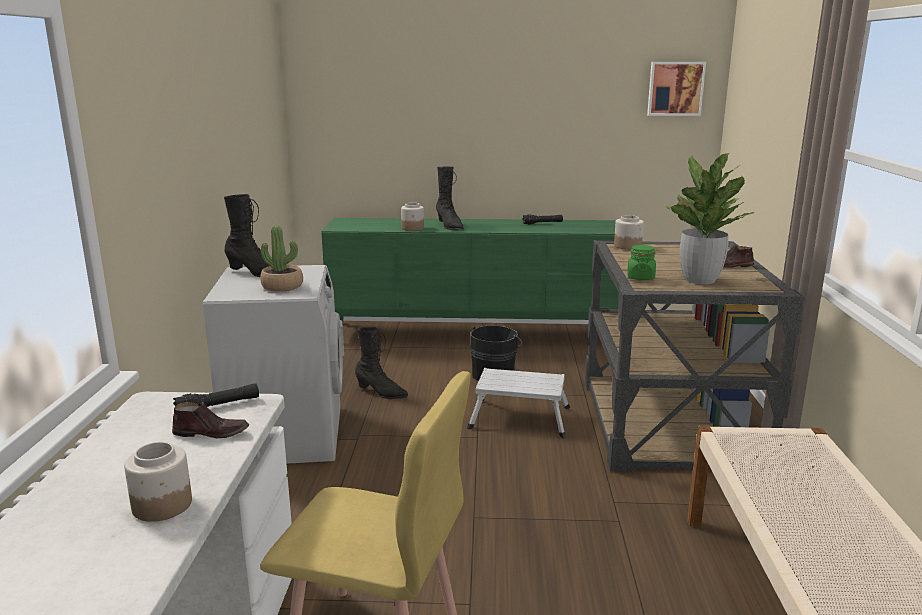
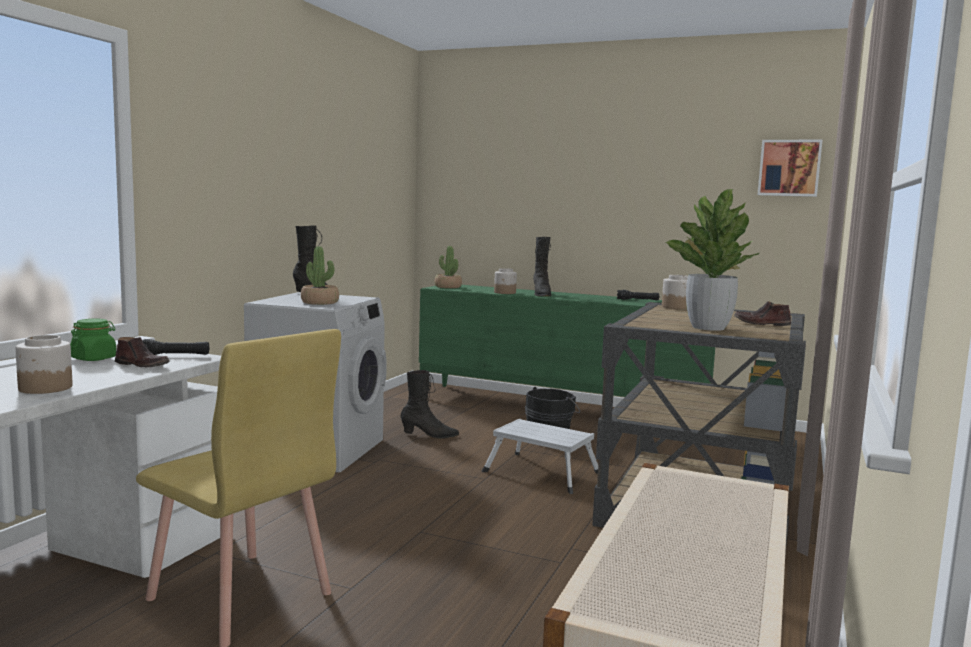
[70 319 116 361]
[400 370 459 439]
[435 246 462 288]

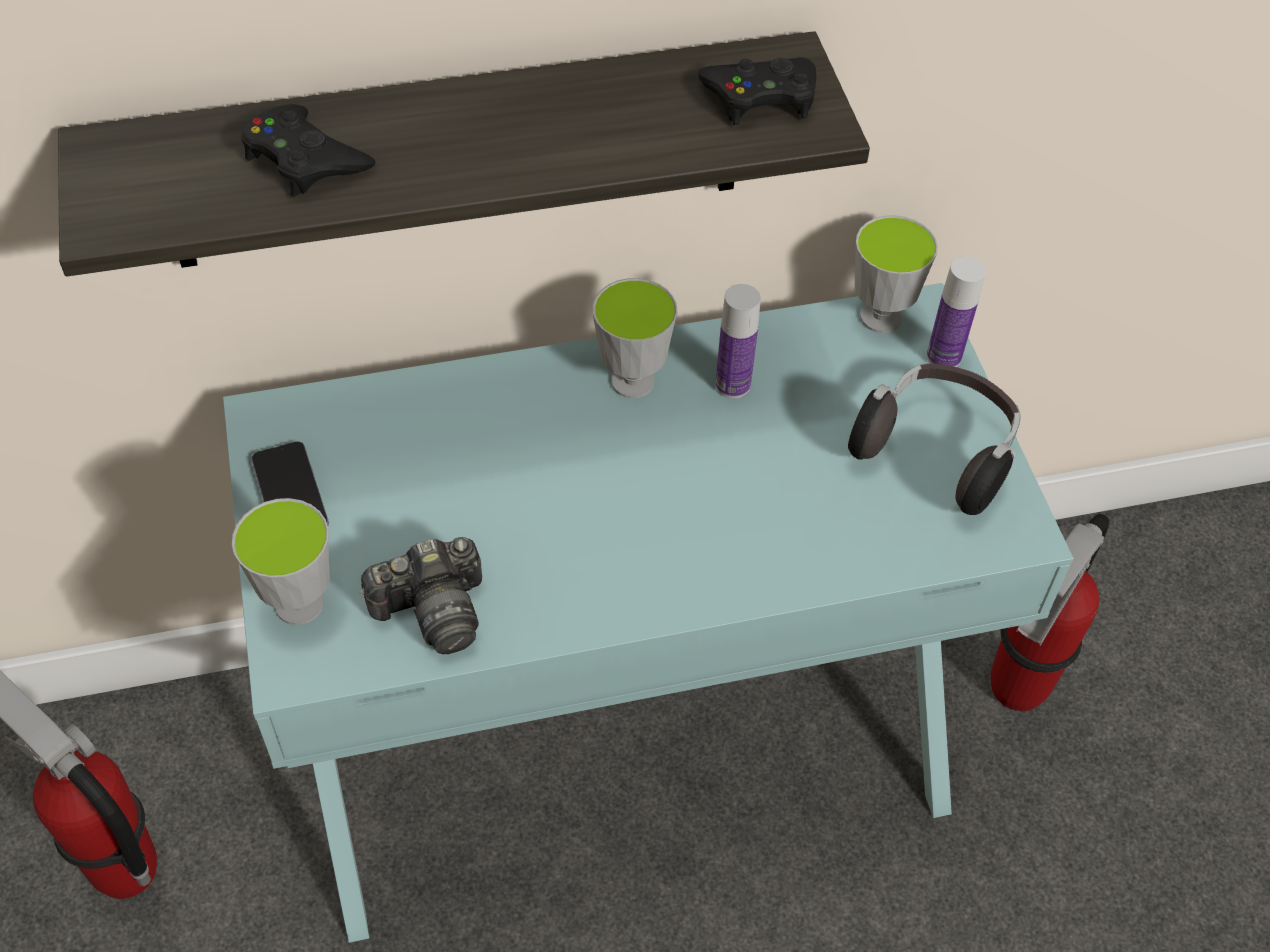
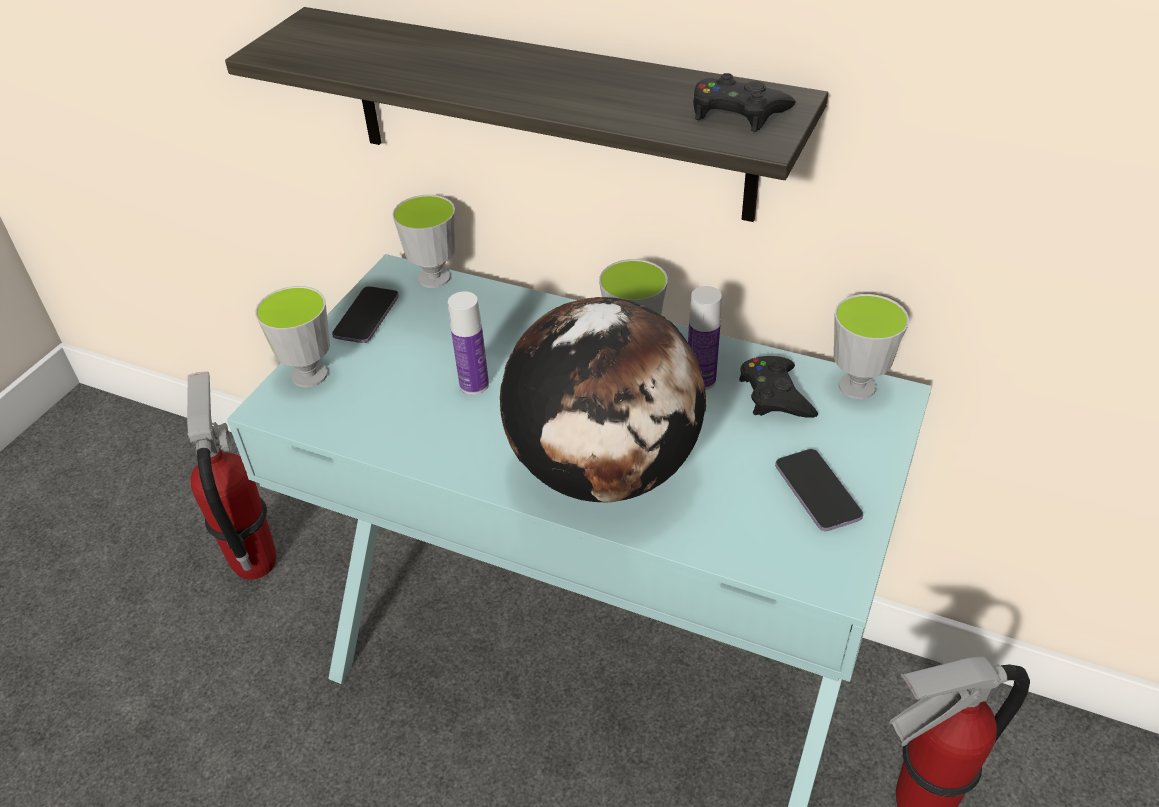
[393 195 455 288]
[448 291 489 395]
[500 297 706 503]
[739 356 818 418]
[775 449 863 531]
[360 537 482 654] (first image)

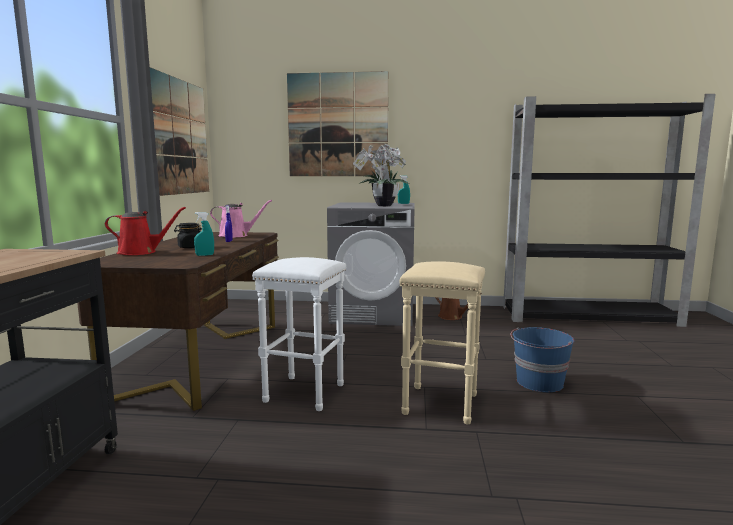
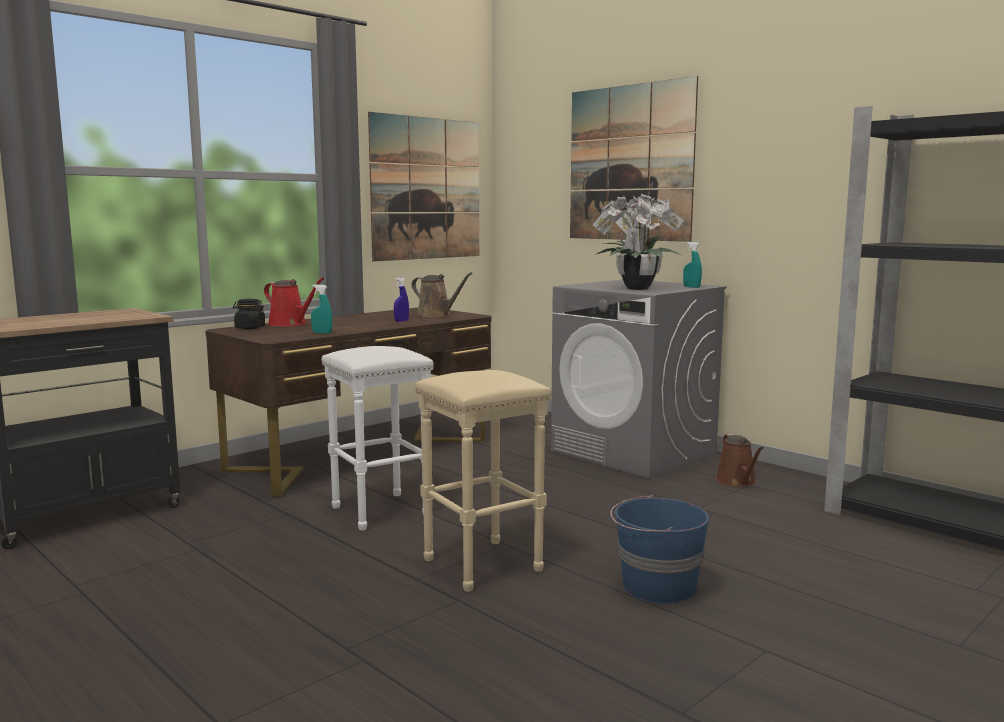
[233 299 265 329]
[411 272 473 317]

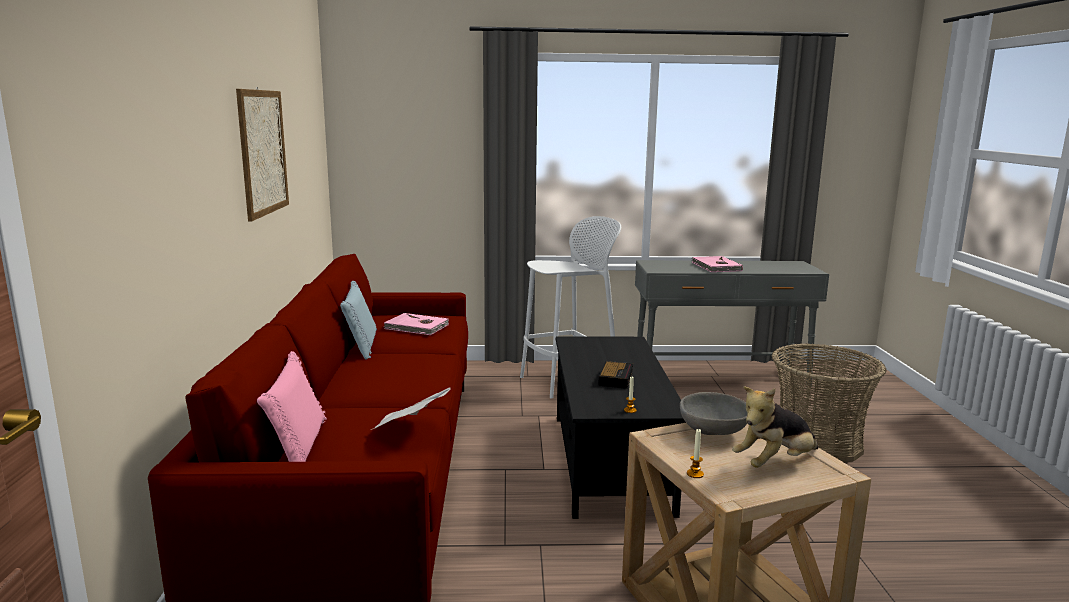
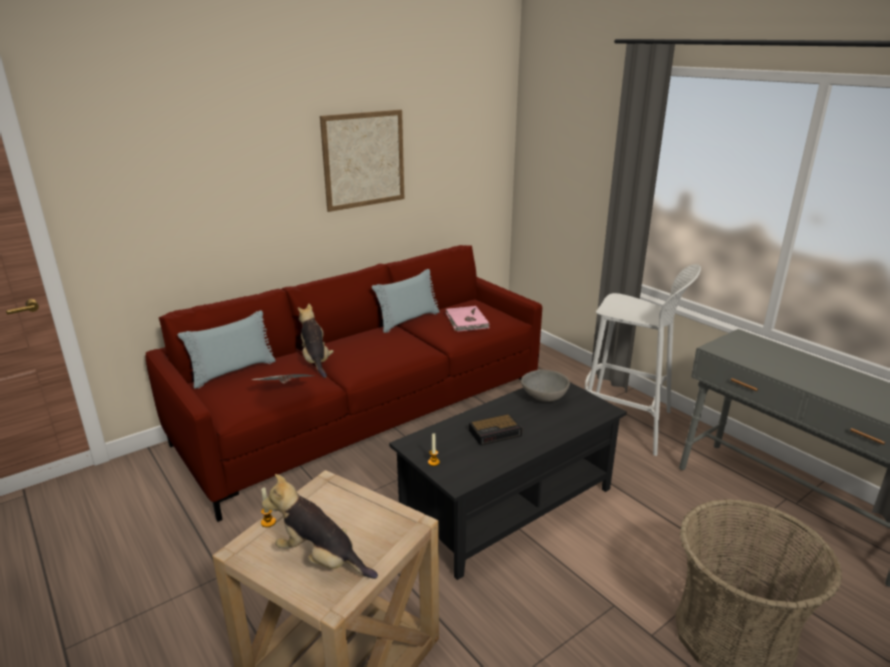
[178 310 276 389]
[298 304 334 378]
[521 370 570 402]
[692 256 743 272] (first image)

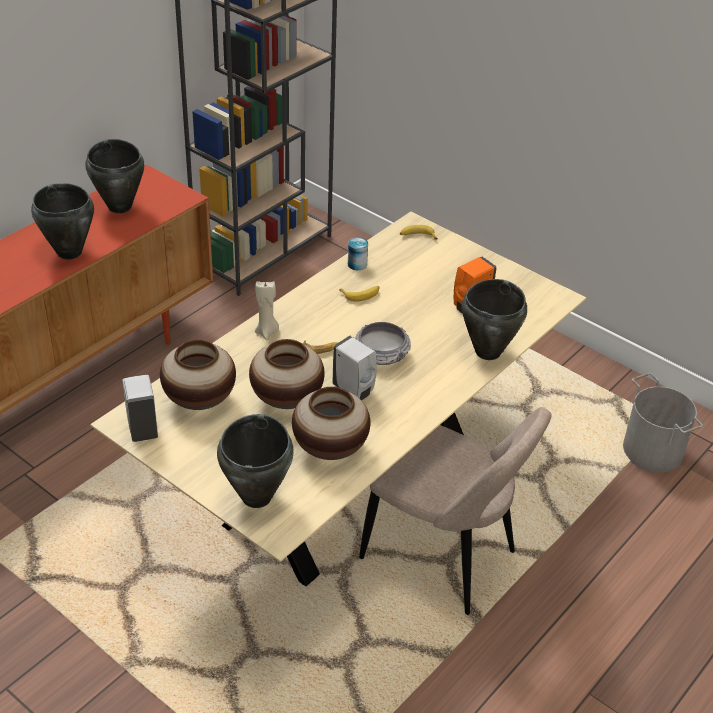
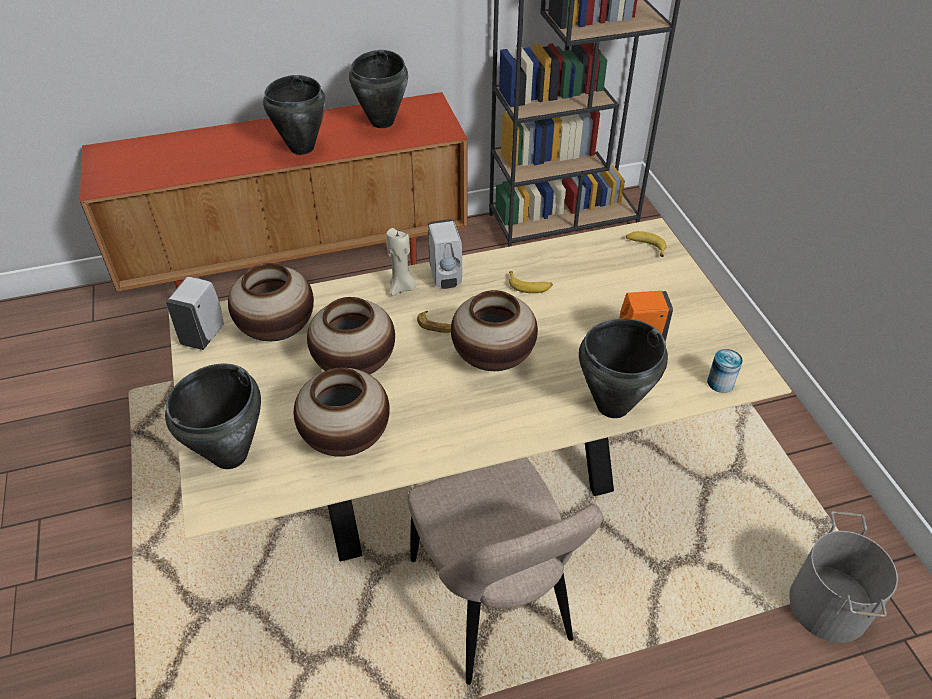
[428 219 462 289]
[451 290 538 371]
[707 349 742 393]

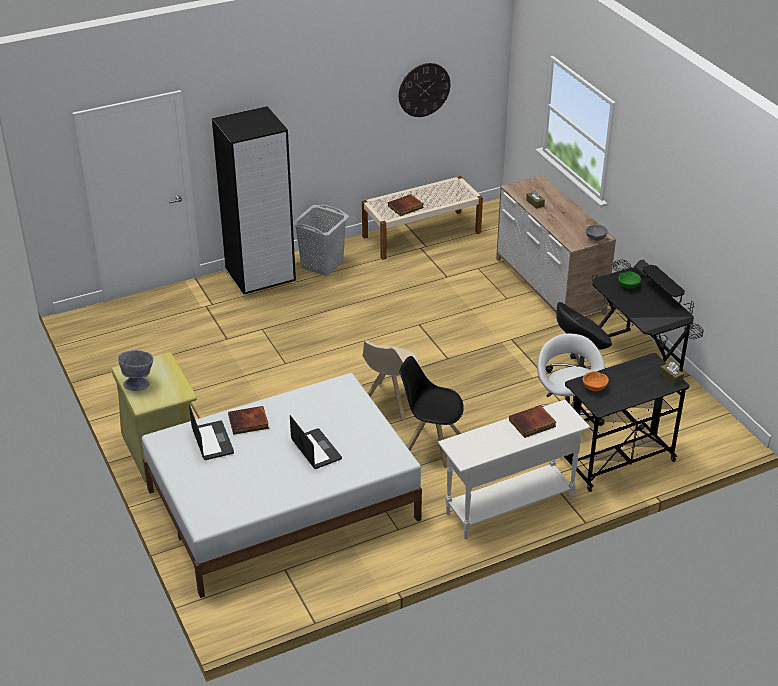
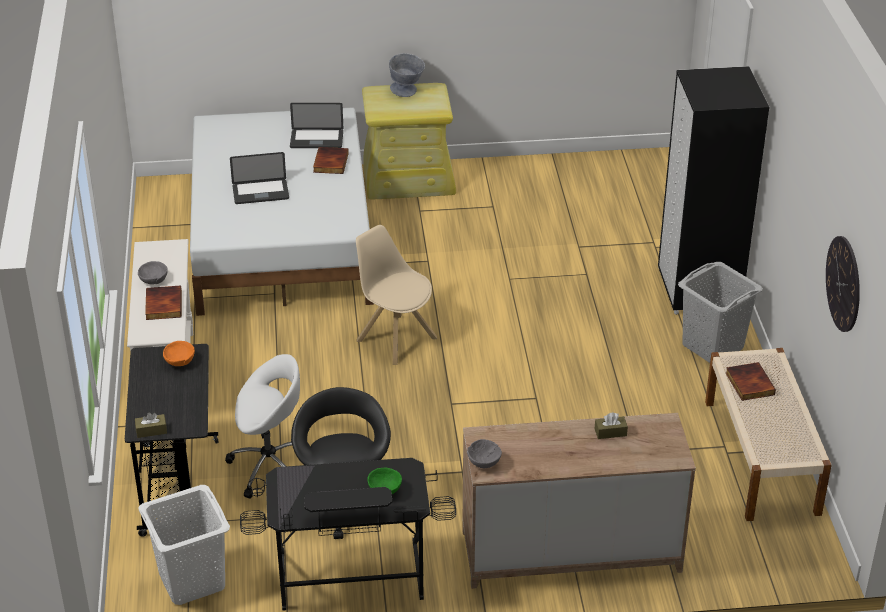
[138 261 168 285]
[138 485 230 605]
[399 356 464 468] (first image)

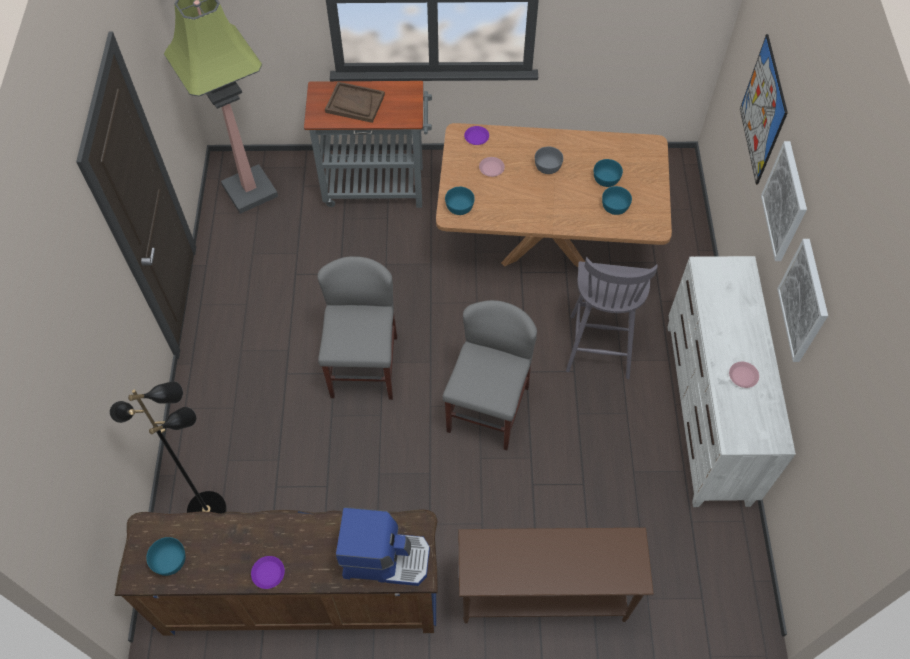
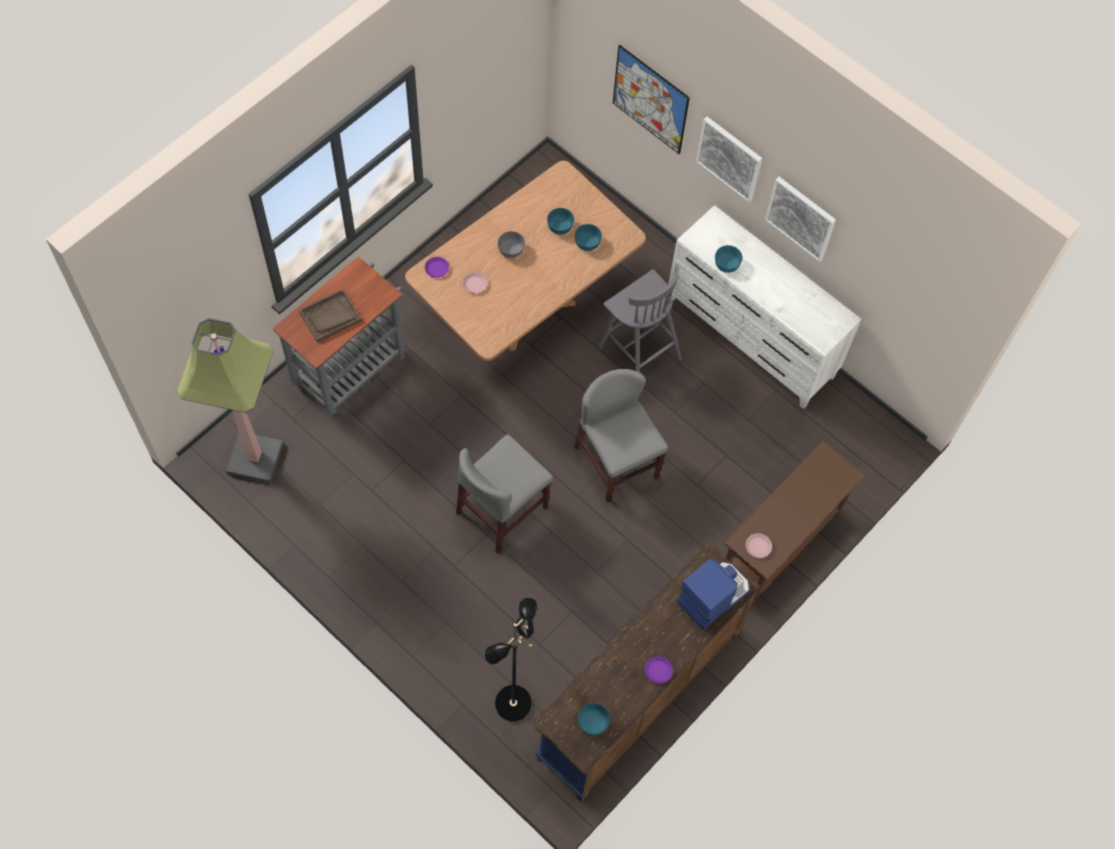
[456 435 553 554]
[715 245 743 273]
[746 533 772 558]

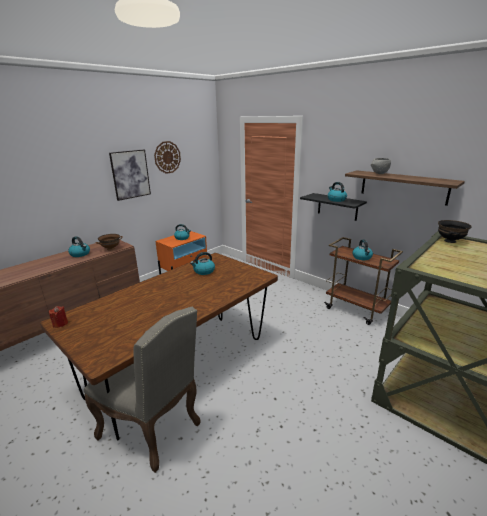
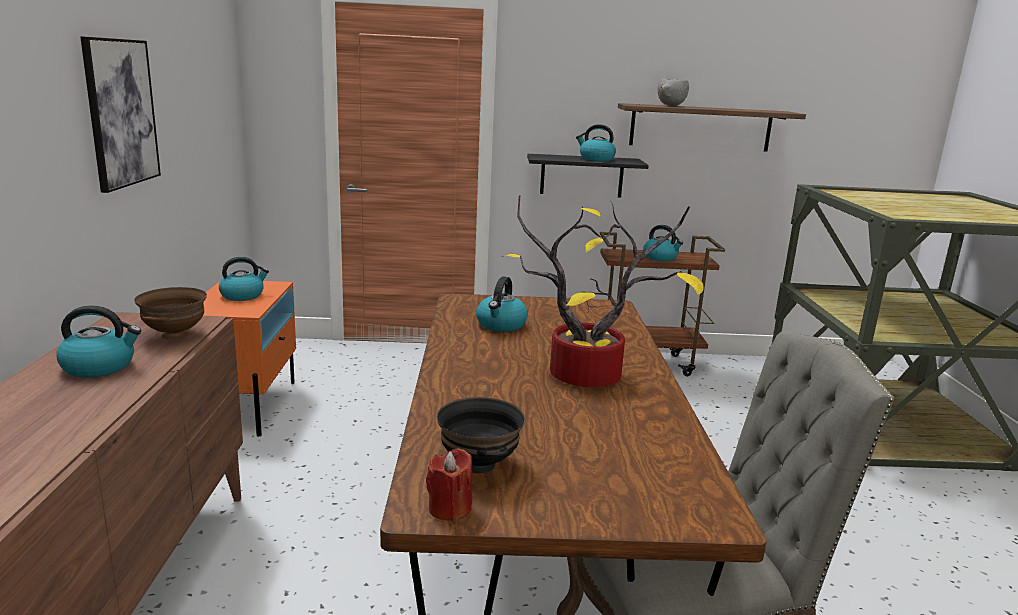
[437 397 525 473]
[502 196 704 387]
[154 141 181 174] (first image)

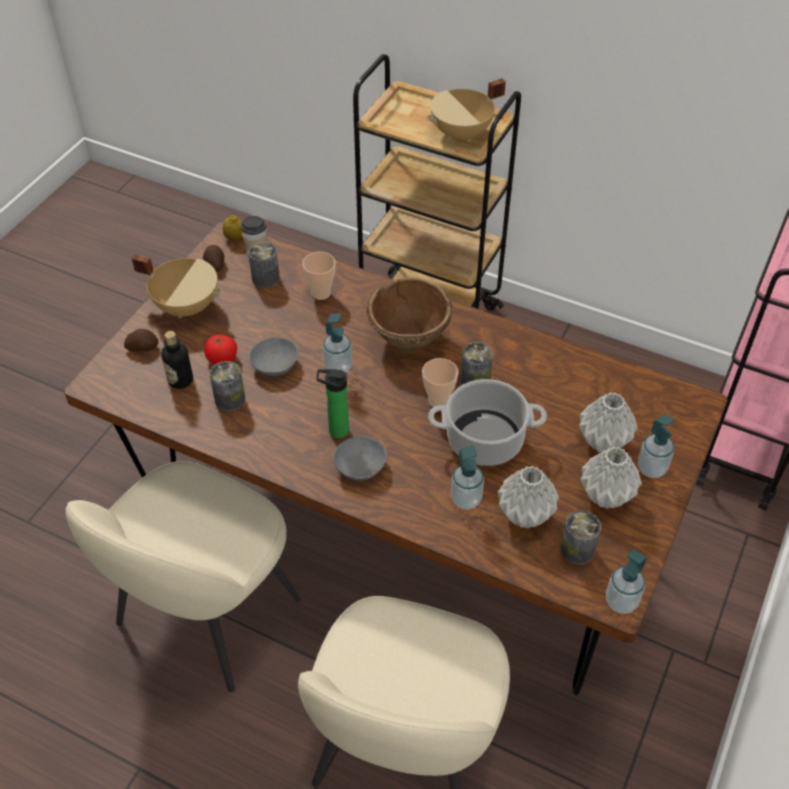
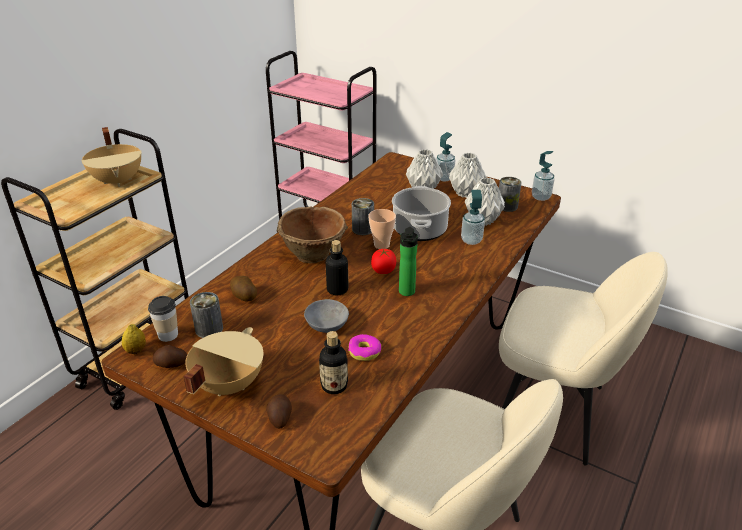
[230 276 257 301]
[326 240 349 295]
[348 334 381 361]
[371 249 396 274]
[333 436 387 480] (first image)

